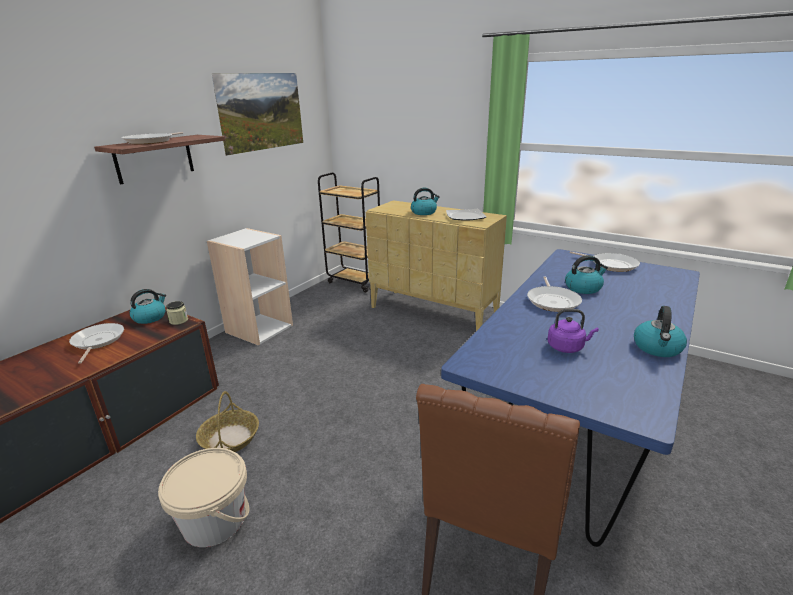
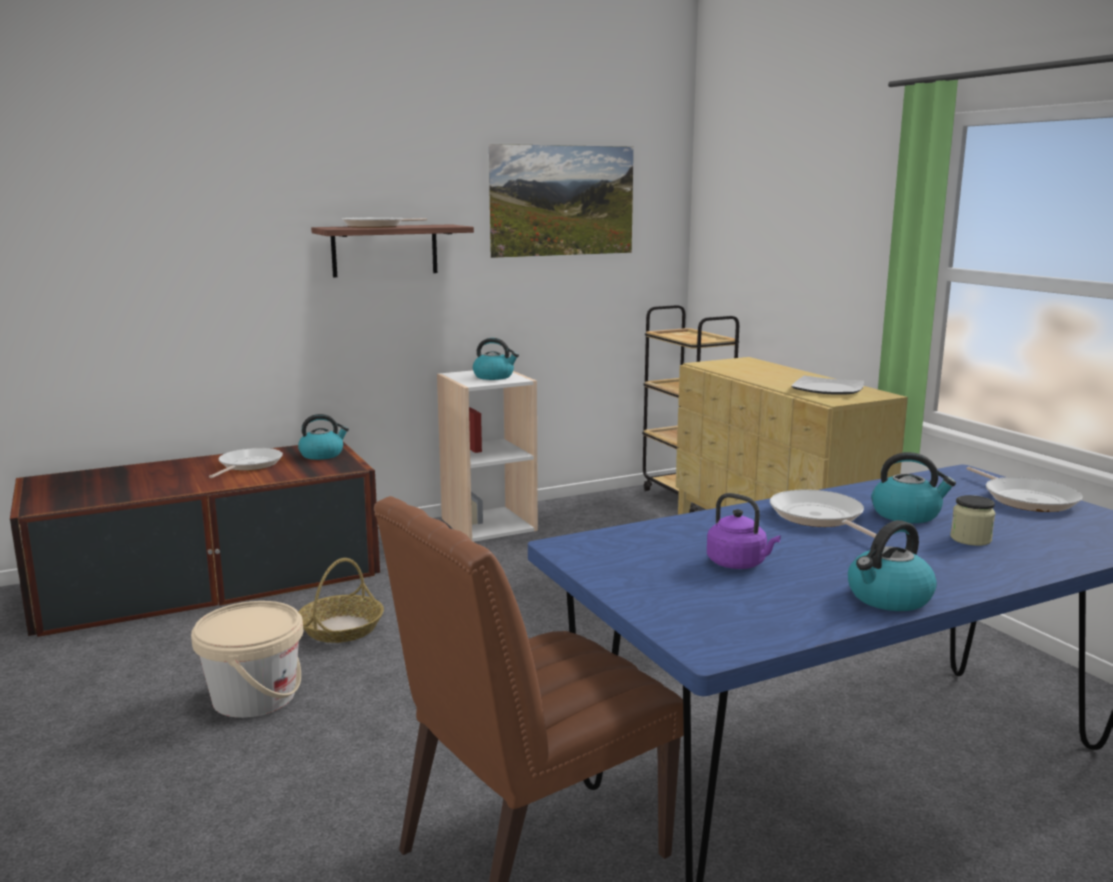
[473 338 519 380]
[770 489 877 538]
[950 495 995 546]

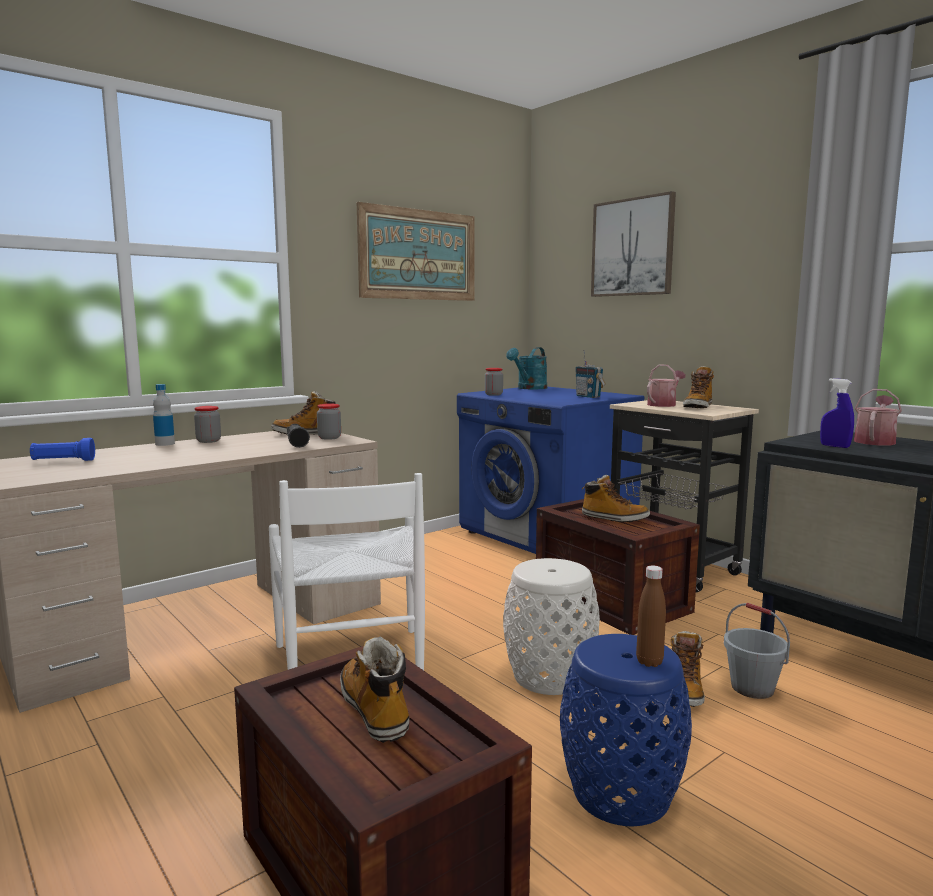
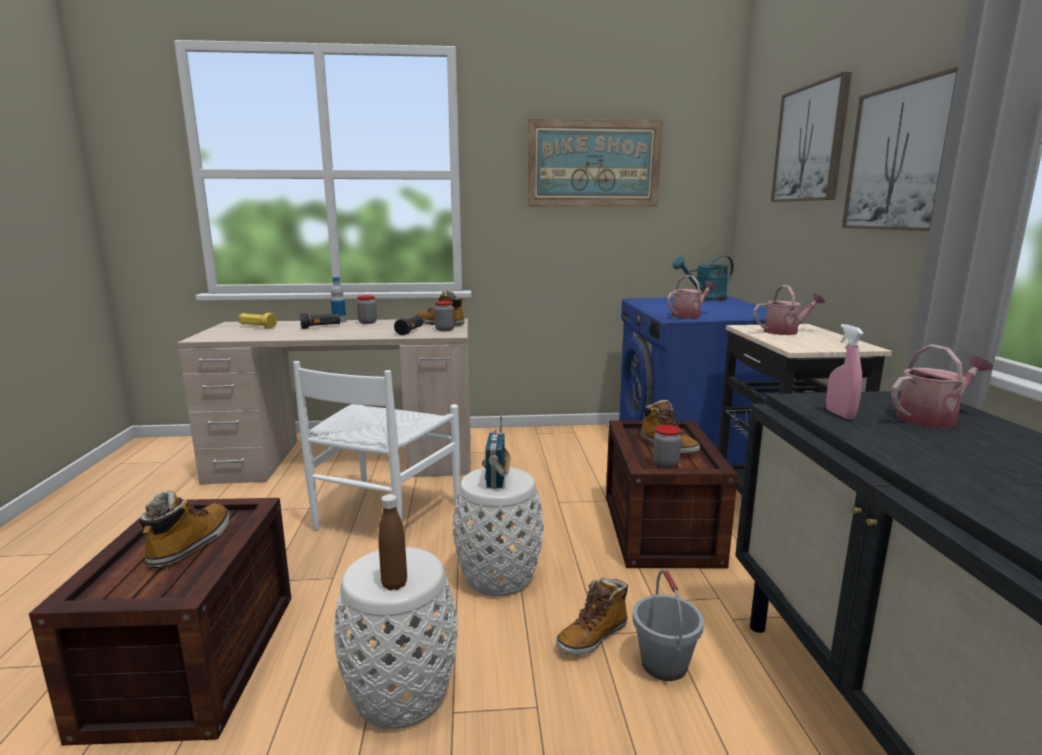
[238 313 277 329]
[300 313 340 329]
[334 547 458 729]
[482 410 511 488]
[653 425 681 468]
[667 275 716 319]
[826 324 864 419]
[842 67 958 231]
[683 366 714 408] (first image)

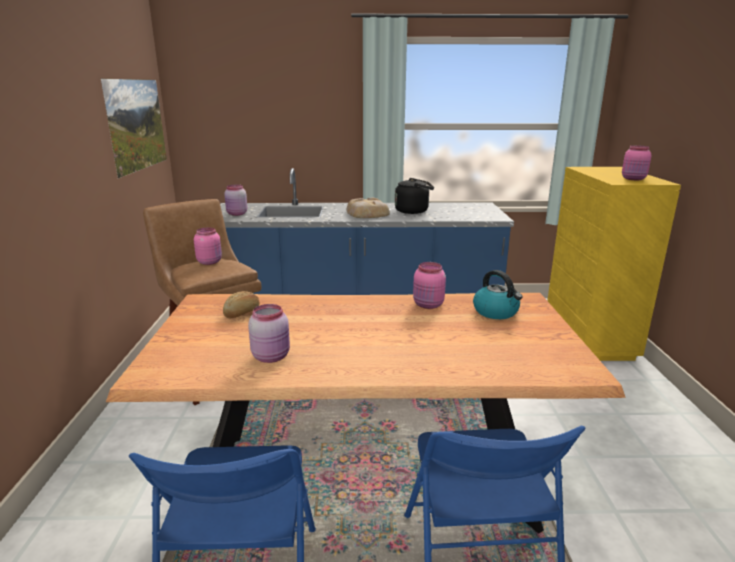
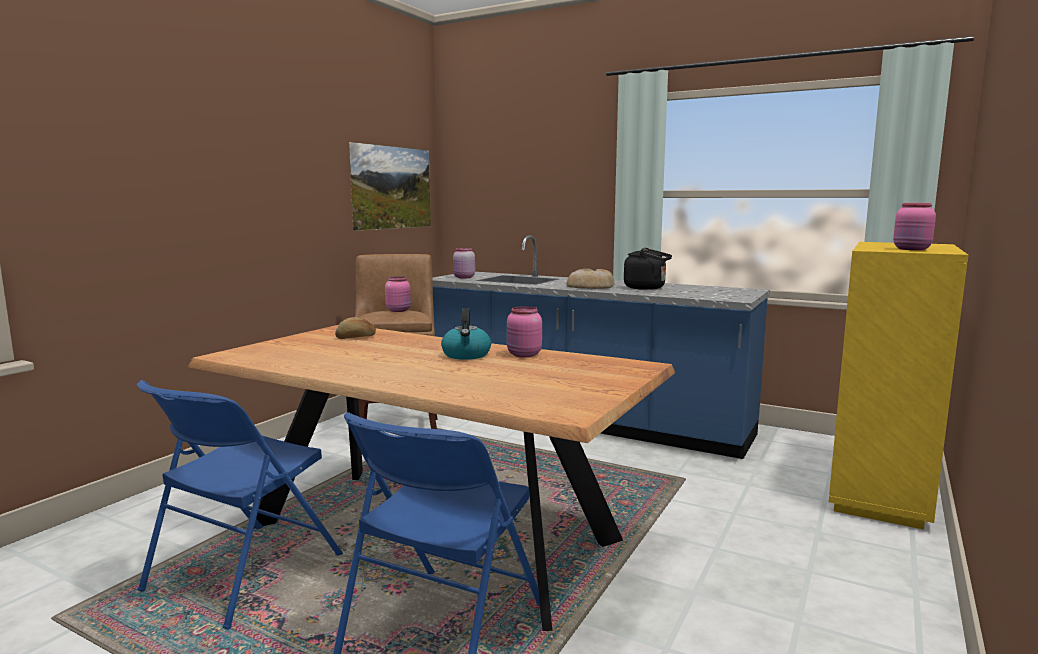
[441 308 491 360]
[248 304 290 363] (first image)

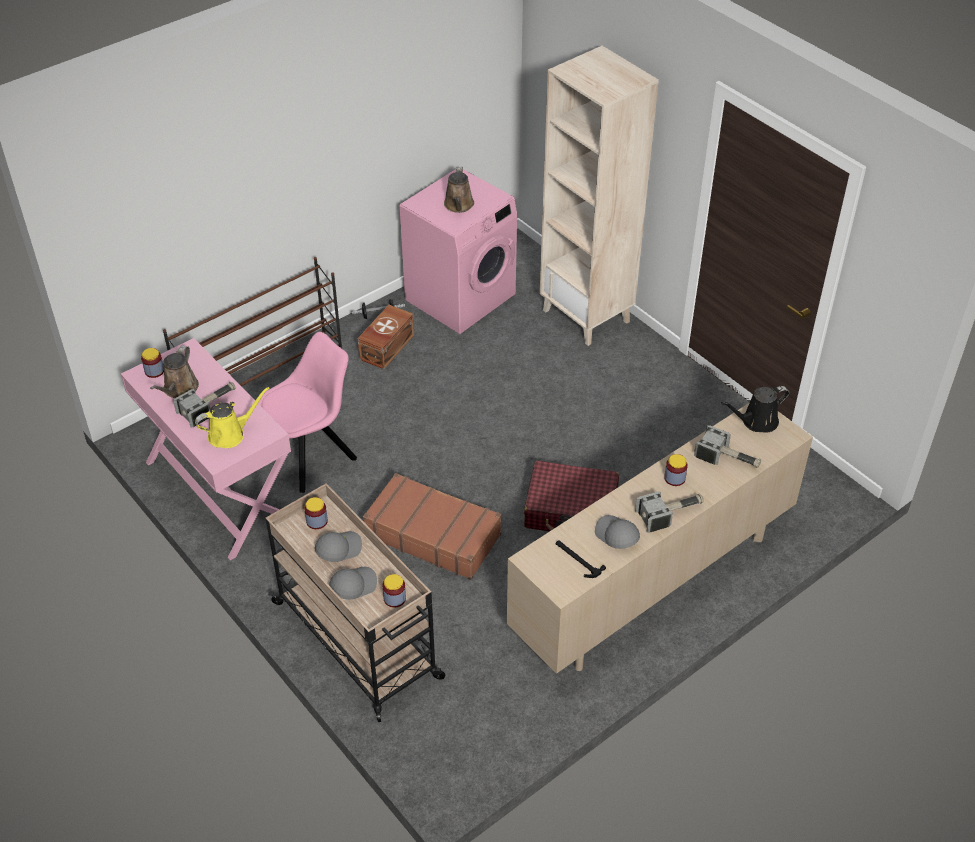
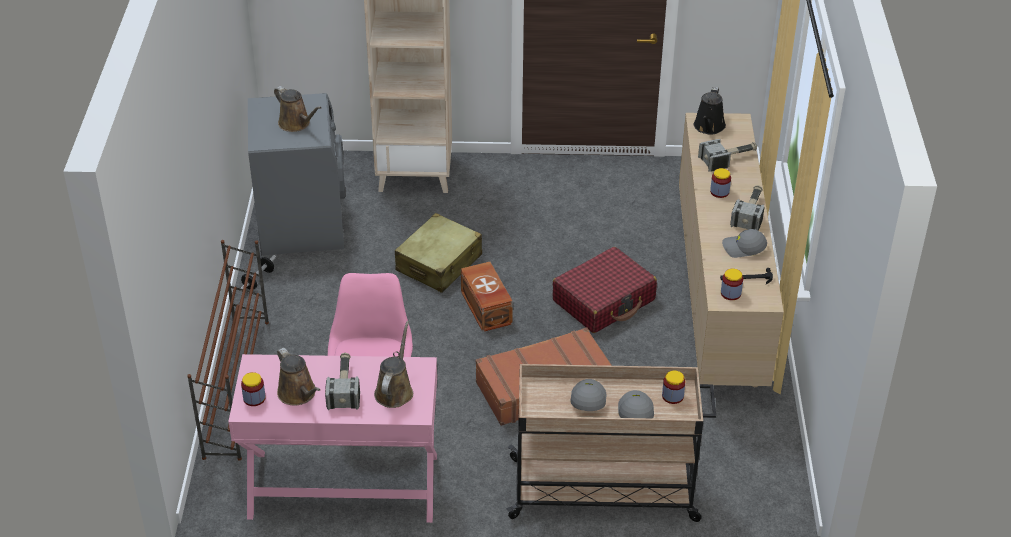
[248 93 345 255]
[374 321 413 408]
[395 213 482 293]
[461 262 513 332]
[721 269 743 300]

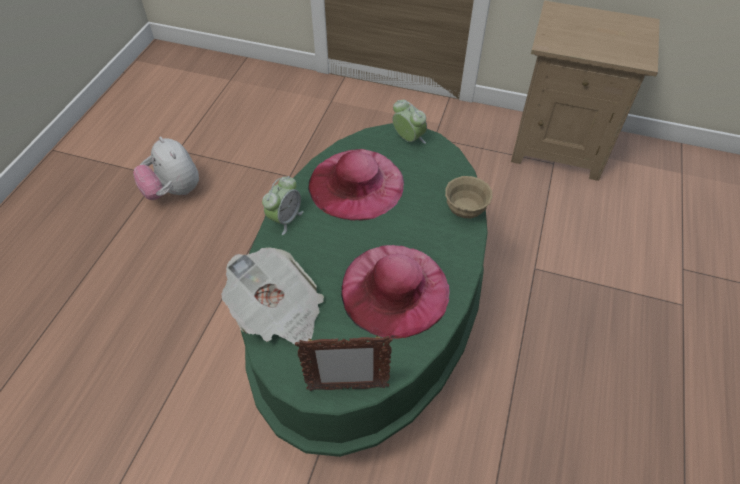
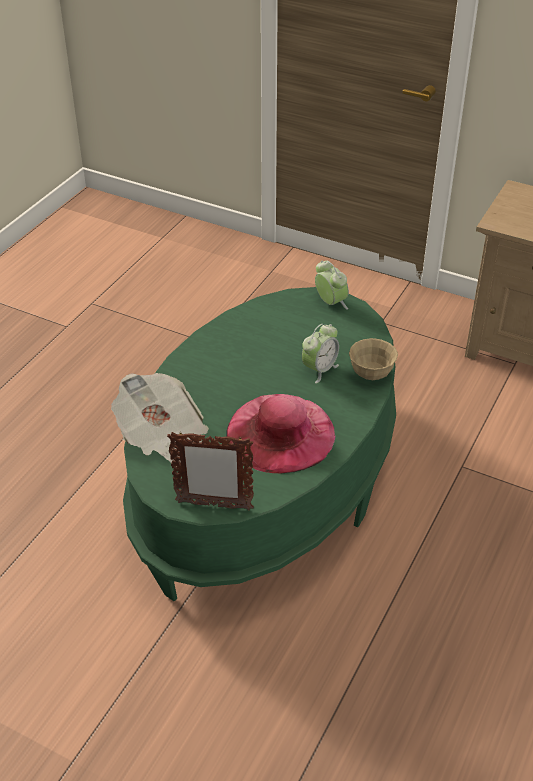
[302 324 339 383]
[133 137 199 200] (first image)
[308 149 404 221] (first image)

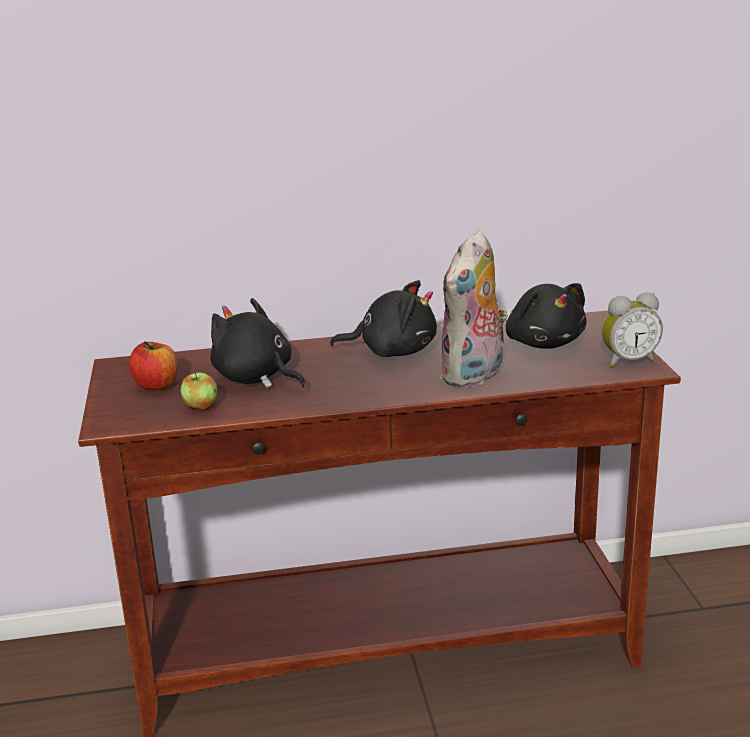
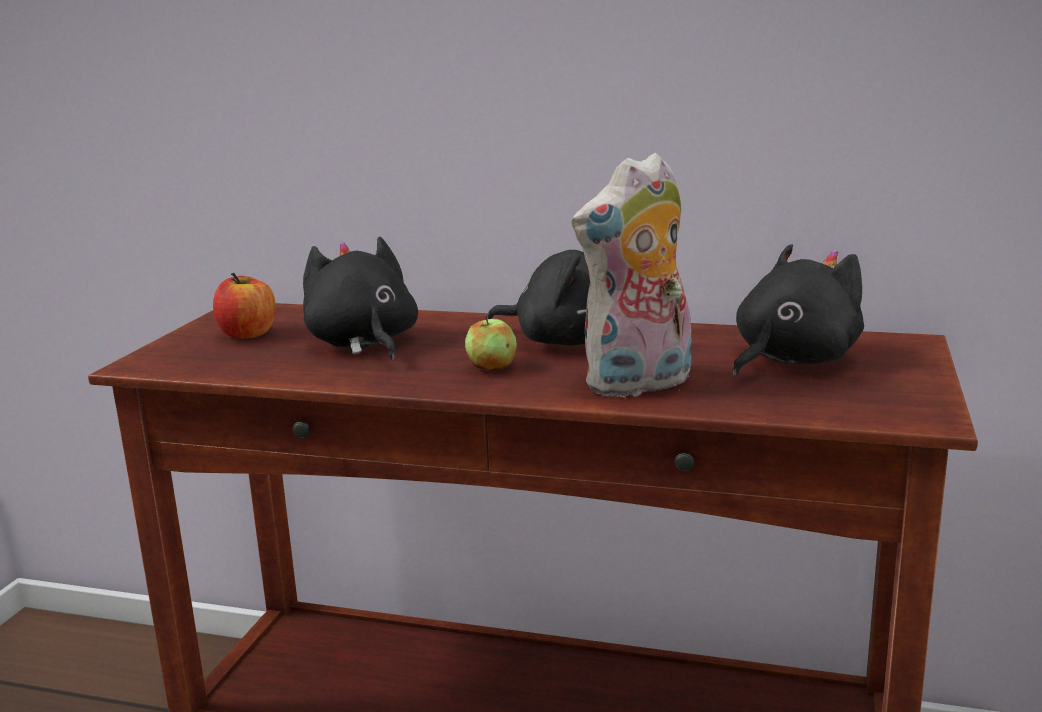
[465 314 517 372]
[732 244 864 376]
[602 293 663 368] (first image)

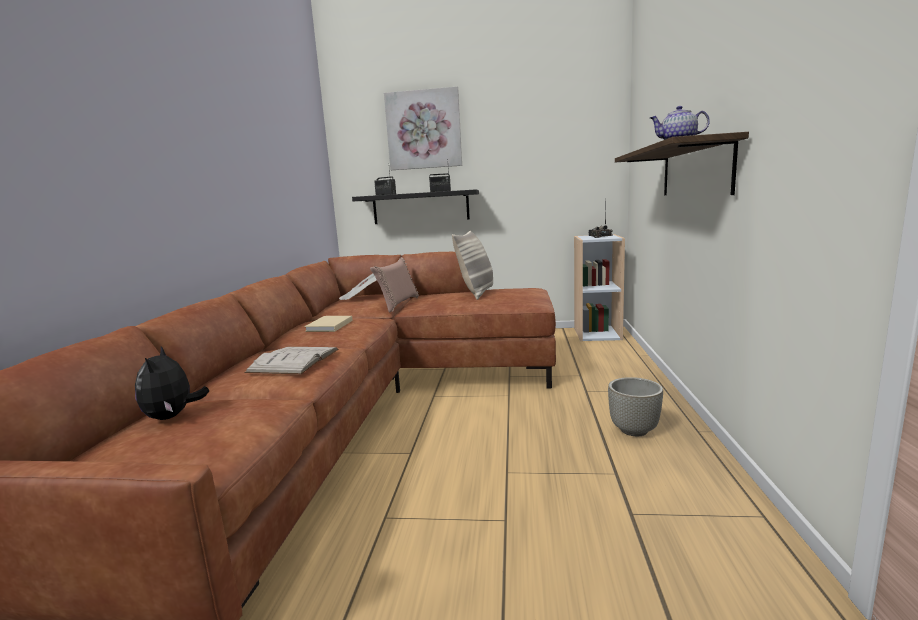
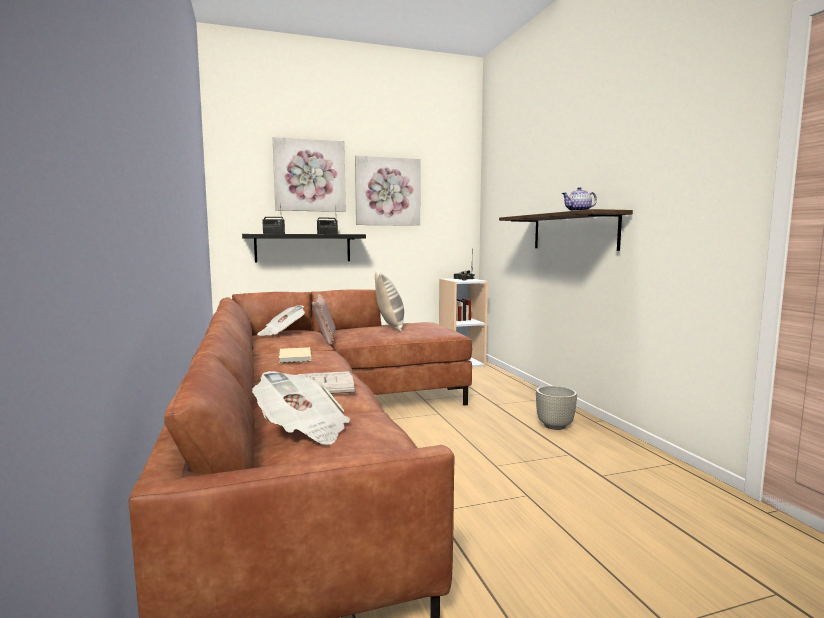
[252 371 350 445]
[355 156 420 226]

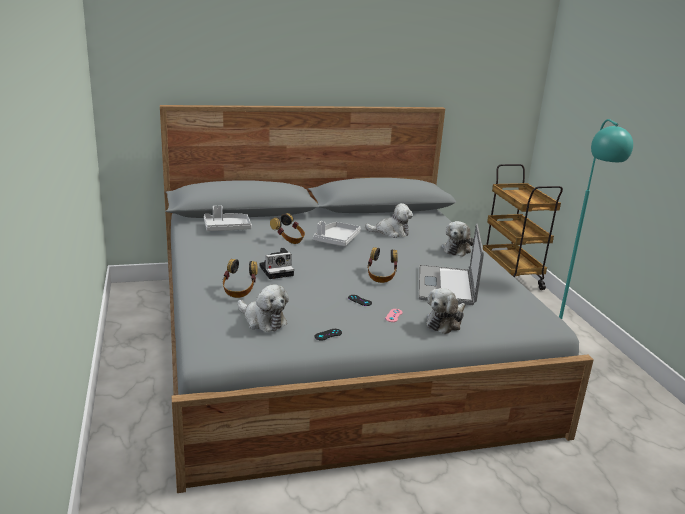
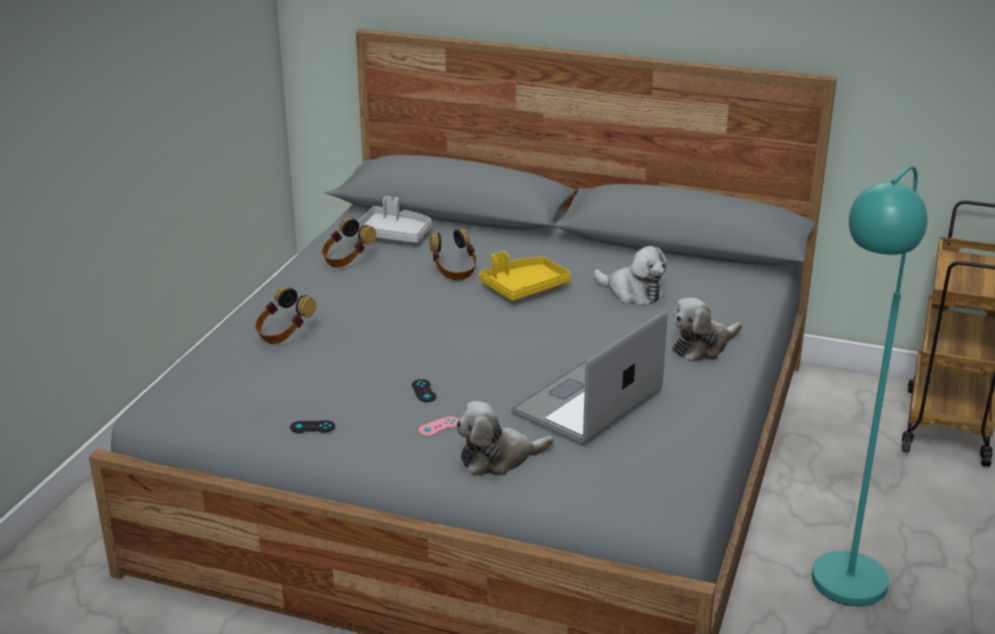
[322 217 376 268]
[479 251 571 301]
[238 284 289 332] (first image)
[260 248 294 279] (first image)

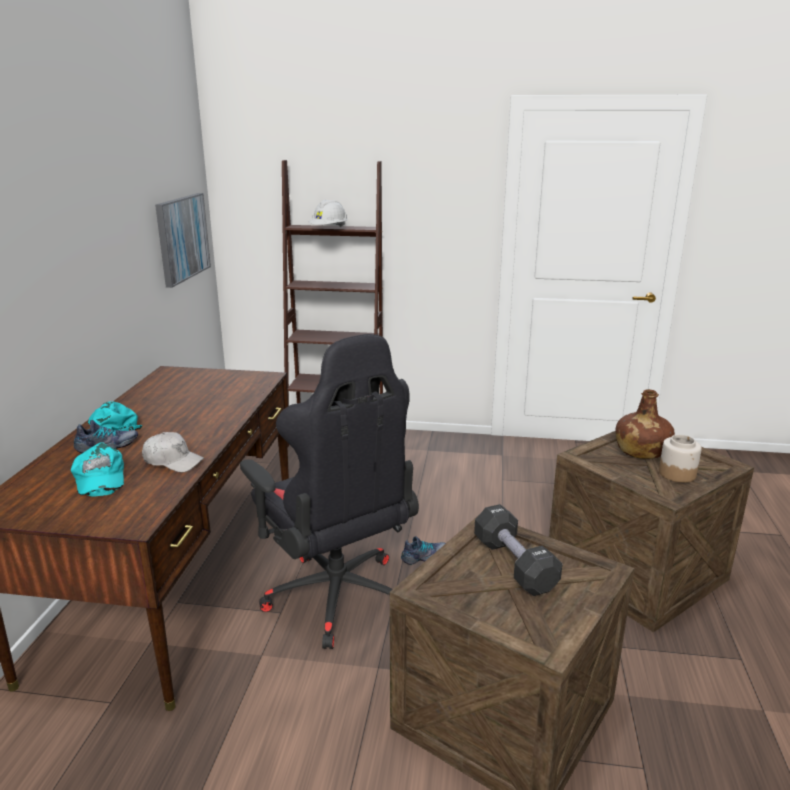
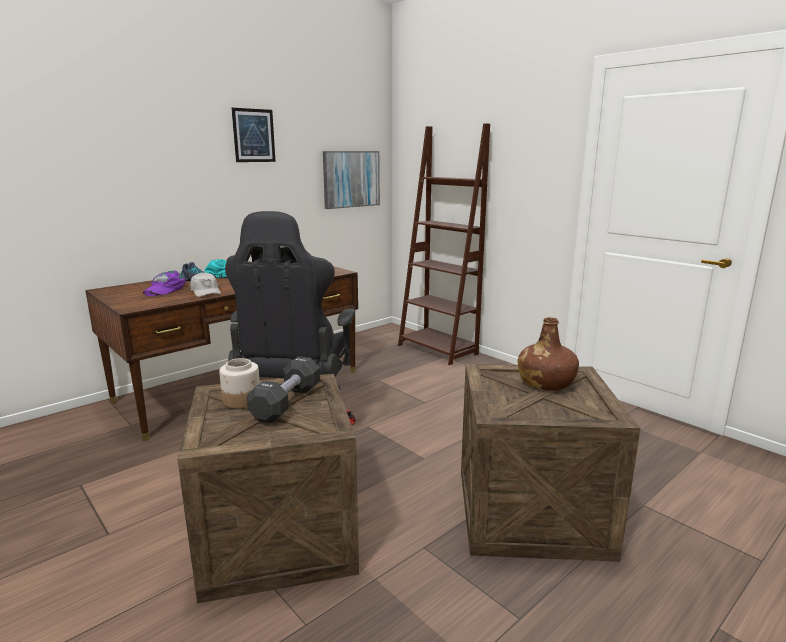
[142 271 186 296]
[219 358 260 408]
[232 108 276 162]
[308 200 348 227] (first image)
[401 536 446 565] (first image)

